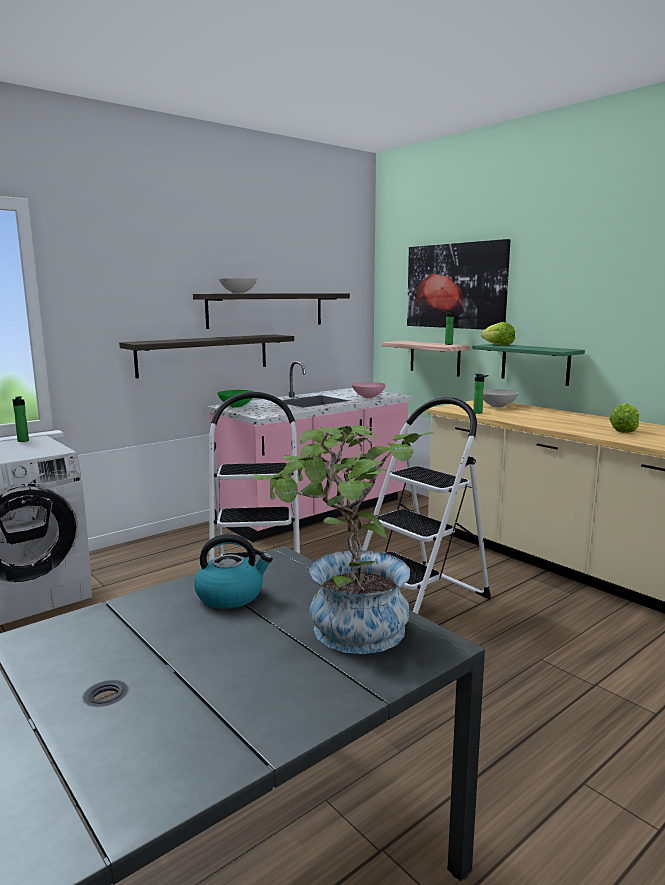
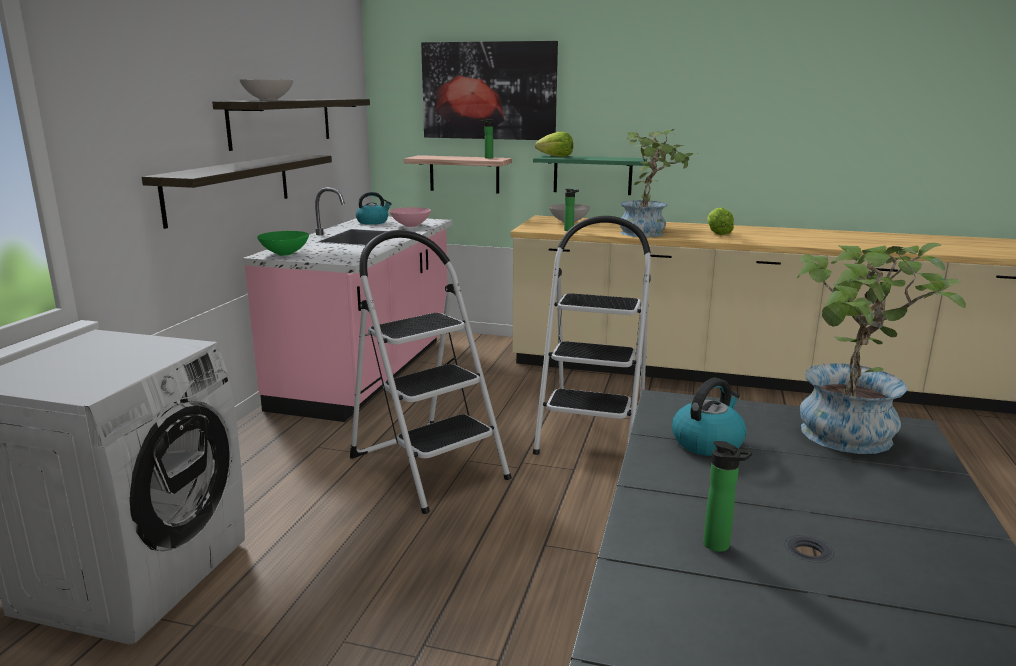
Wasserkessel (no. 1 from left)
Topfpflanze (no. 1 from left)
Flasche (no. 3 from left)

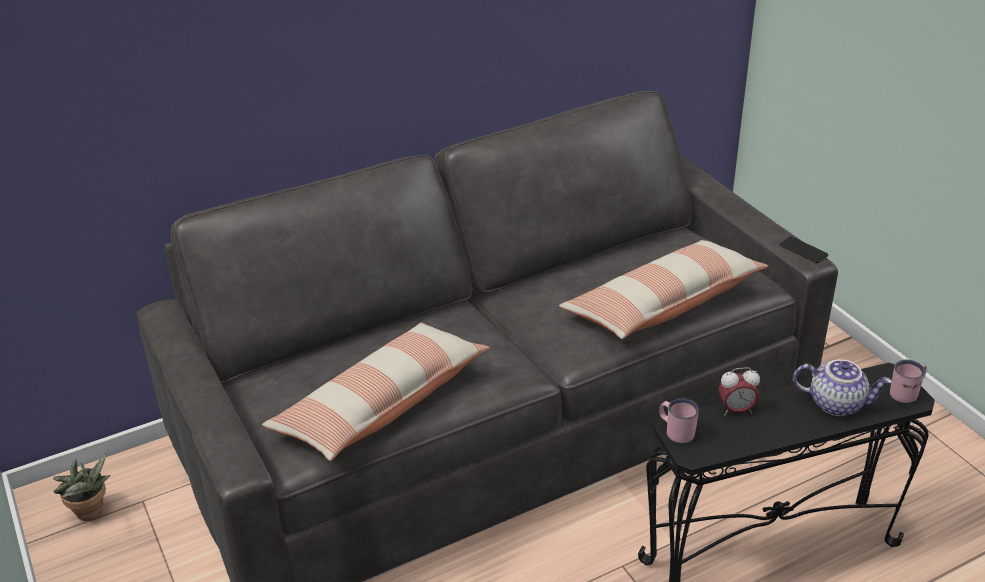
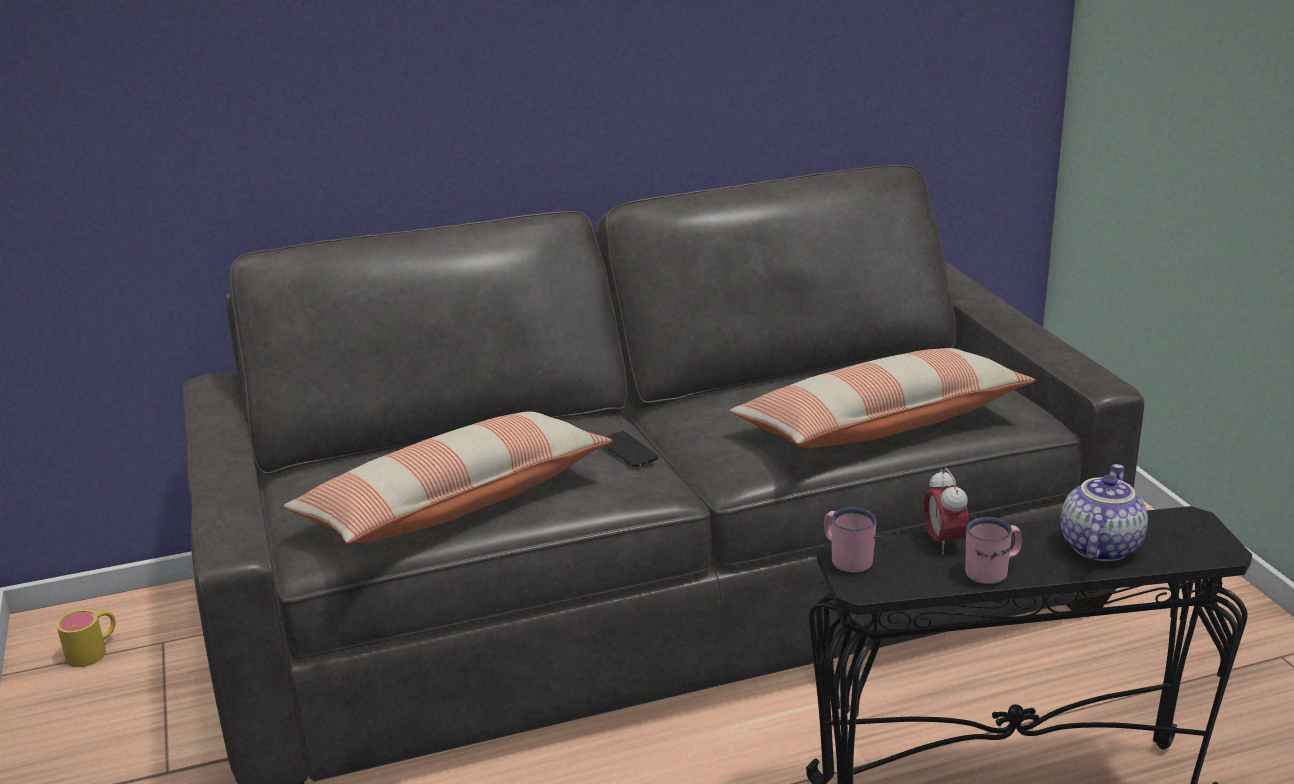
Henkelbecher/gelb
Handy
Wecker
Henkelbecher/rosa (no. 2 from left)
Teekanne

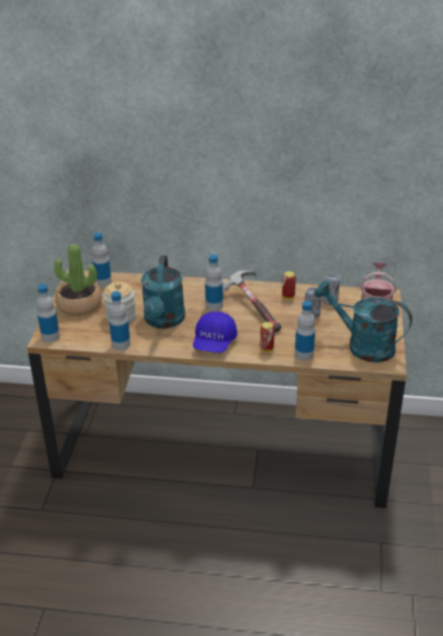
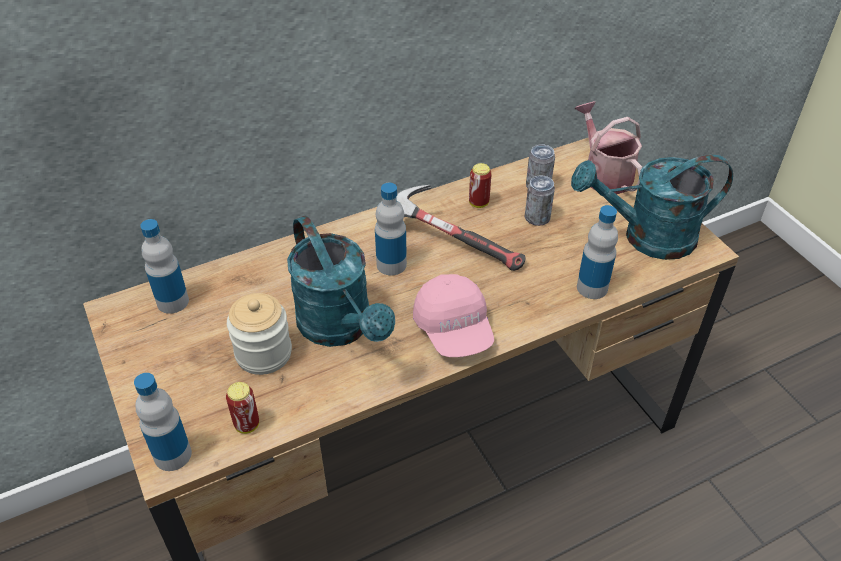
Dose (no. 1 from left)
Kappe/rosa
Topfpflanze
Flasche (no. 3 from left in the first image)

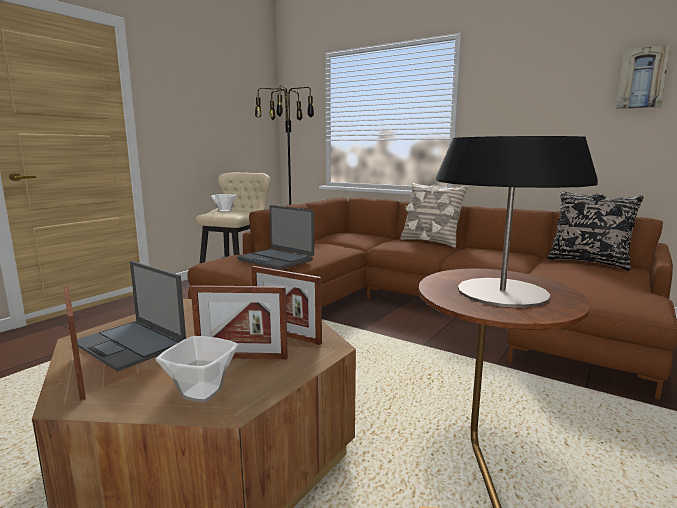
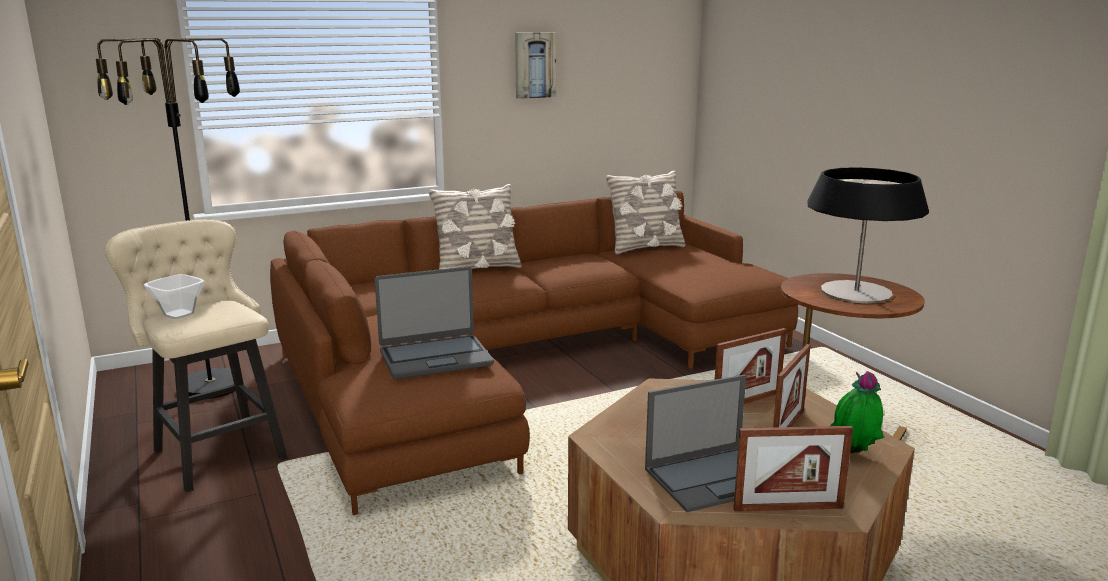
Bild
Kissen/beige (no. 2 from left)
Topfpflanze

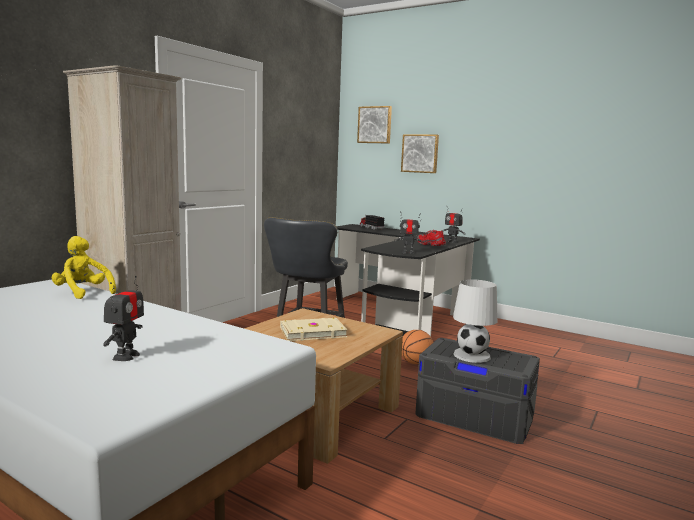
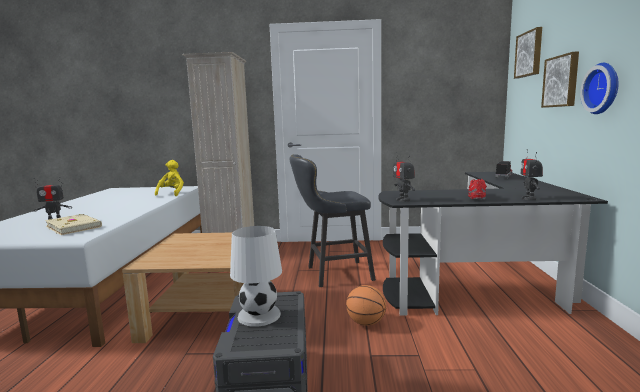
Buch/beige
Wanduhr

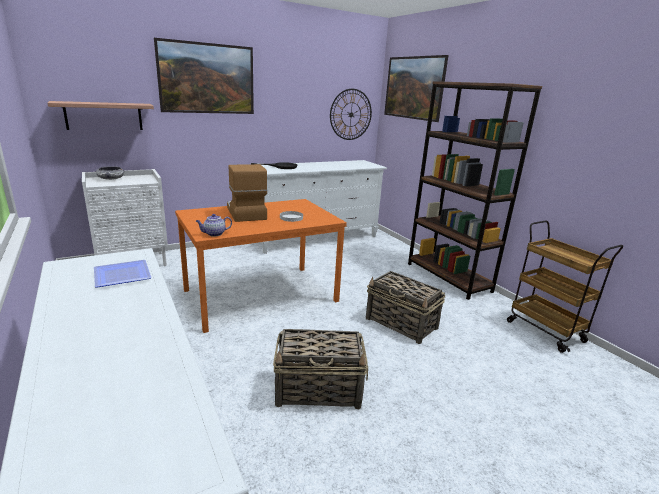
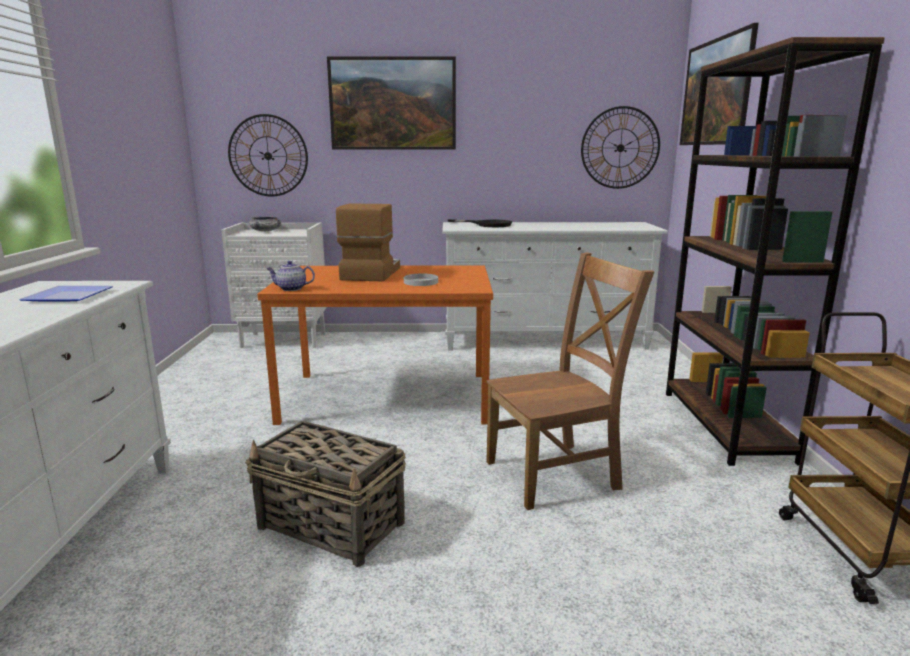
Wanduhr (no. 1 from left)
Stuhl/braun

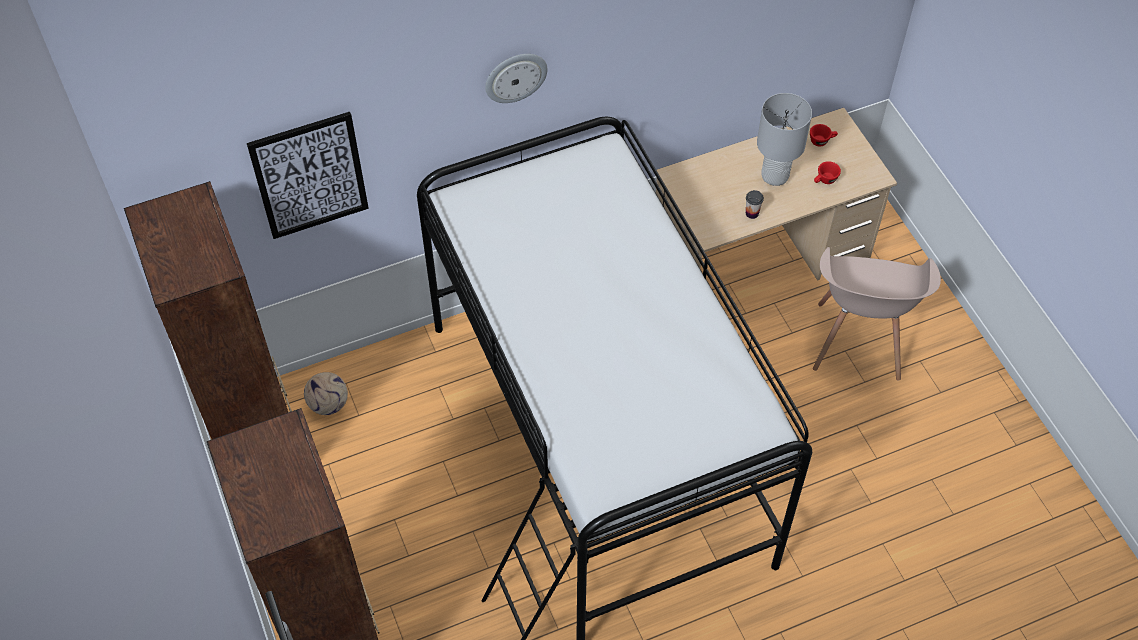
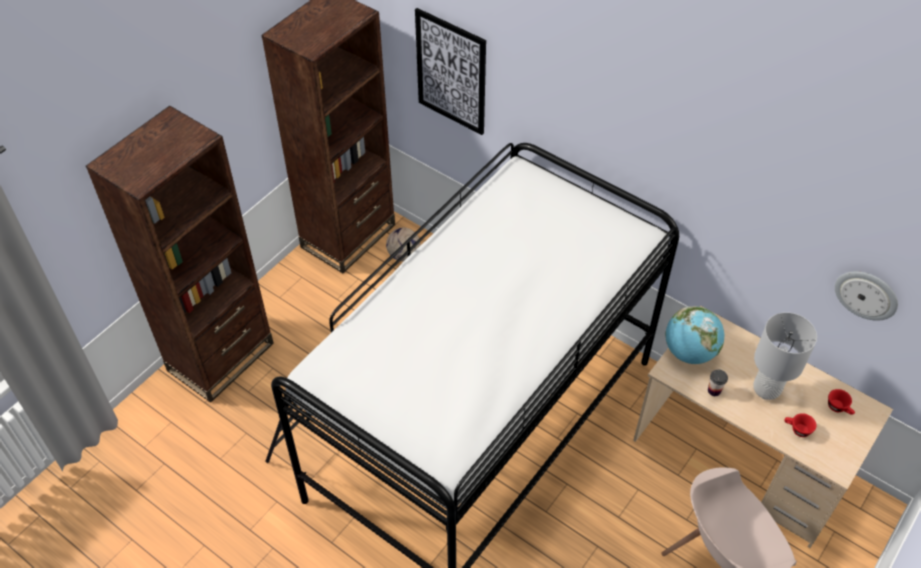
Globus
Wanduhr

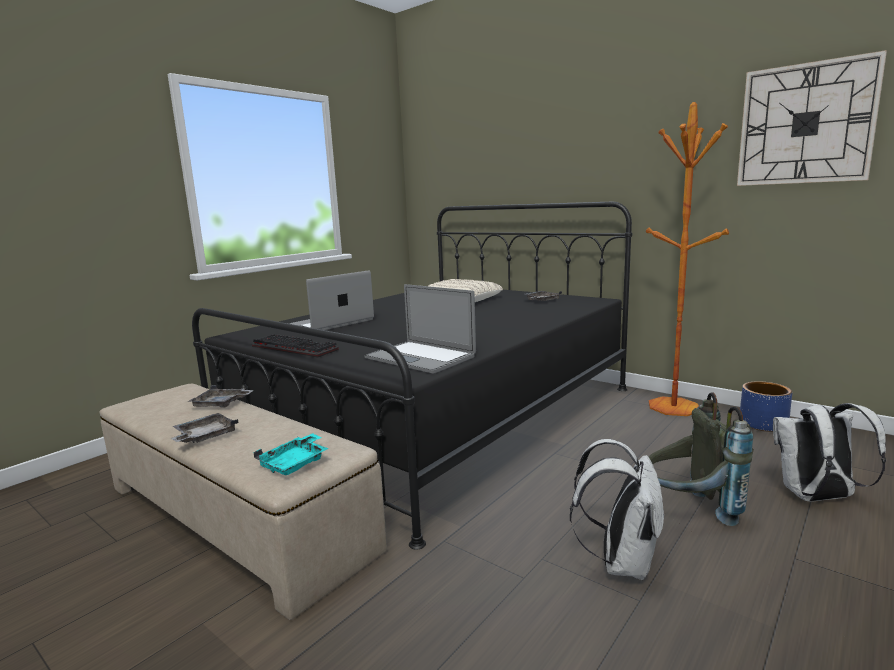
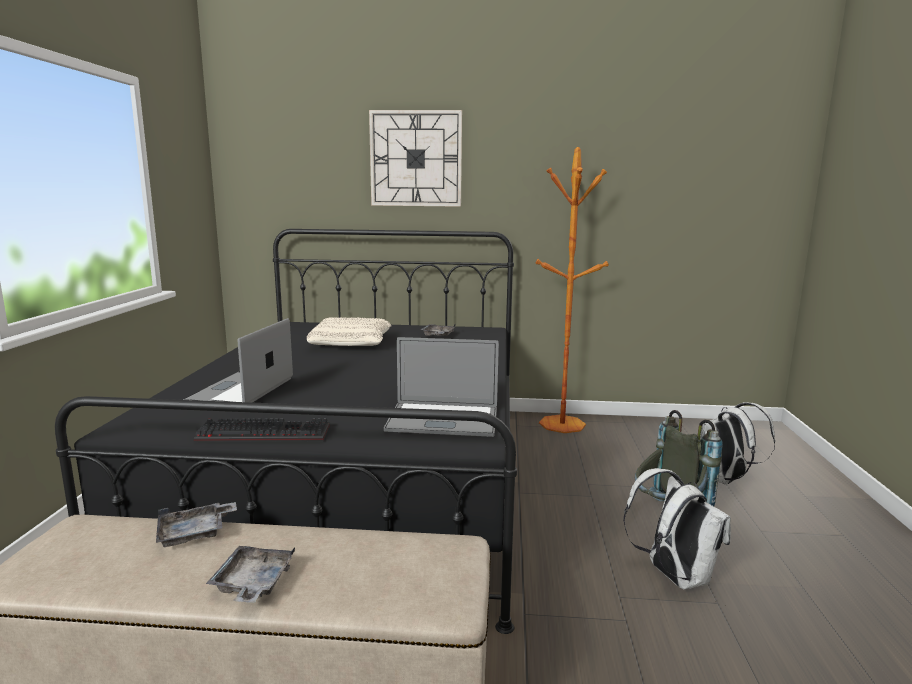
Wanduhr
Tablett/türkis
Pflanzkübel/blau

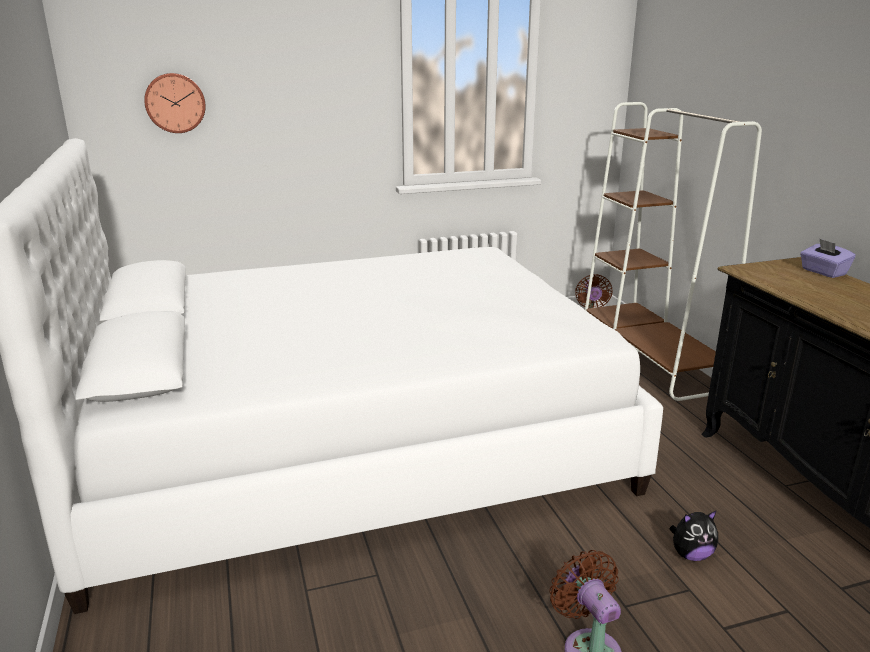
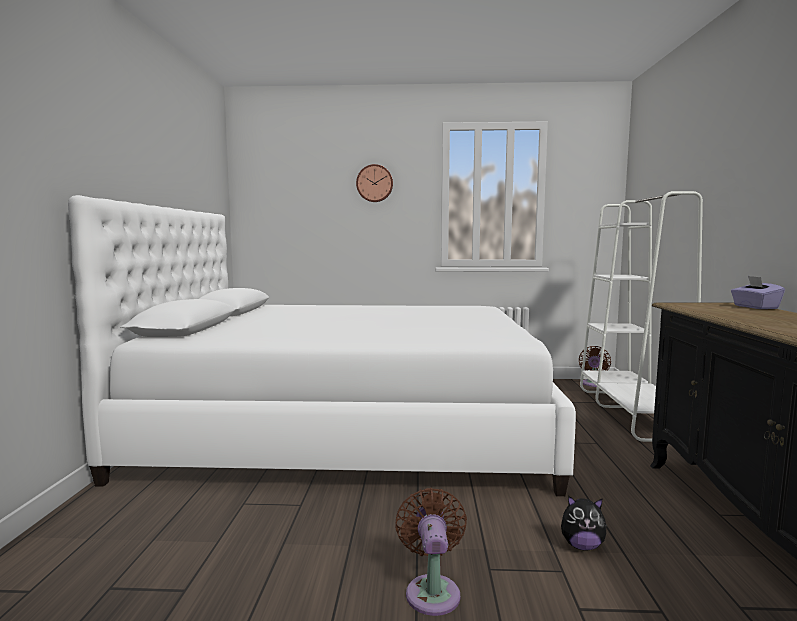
Wanduhr
Kleiderständer/weiß

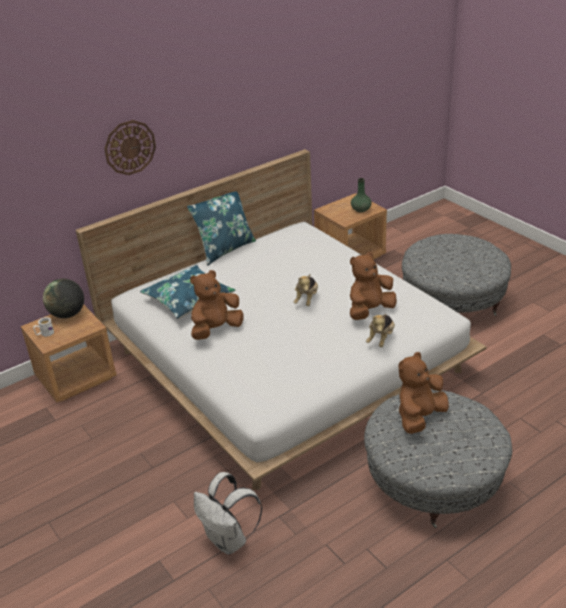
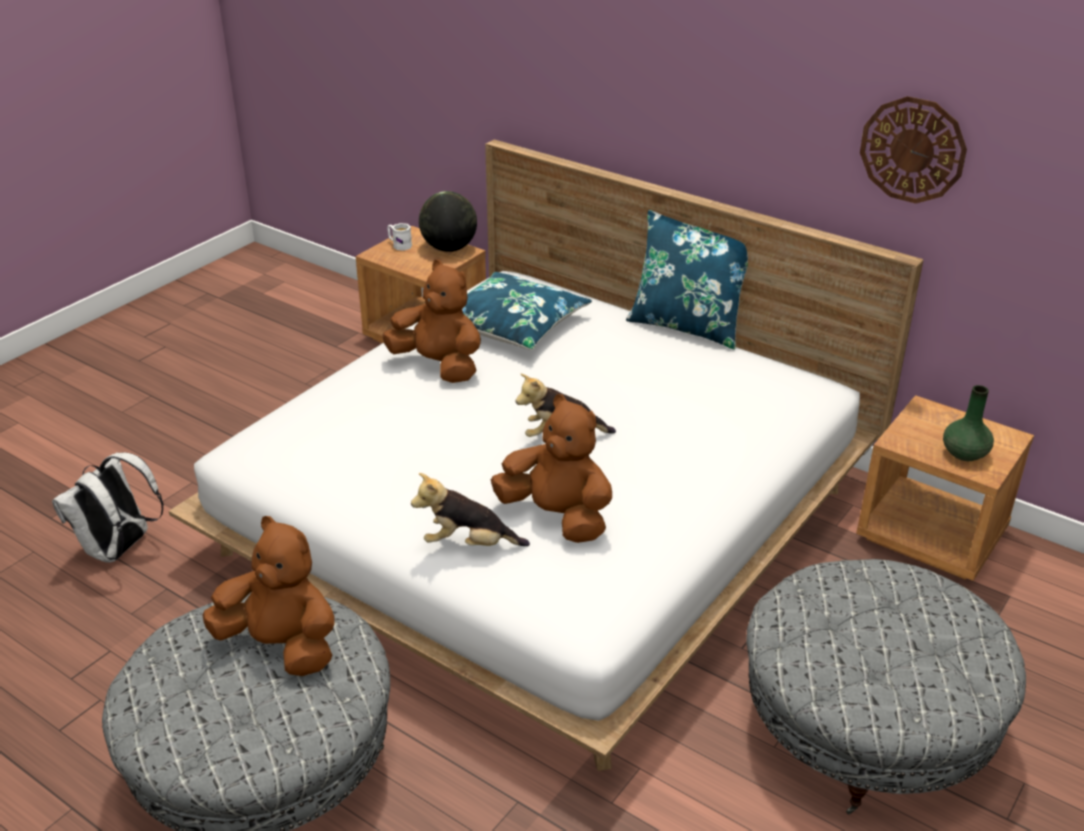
Wanduhr

